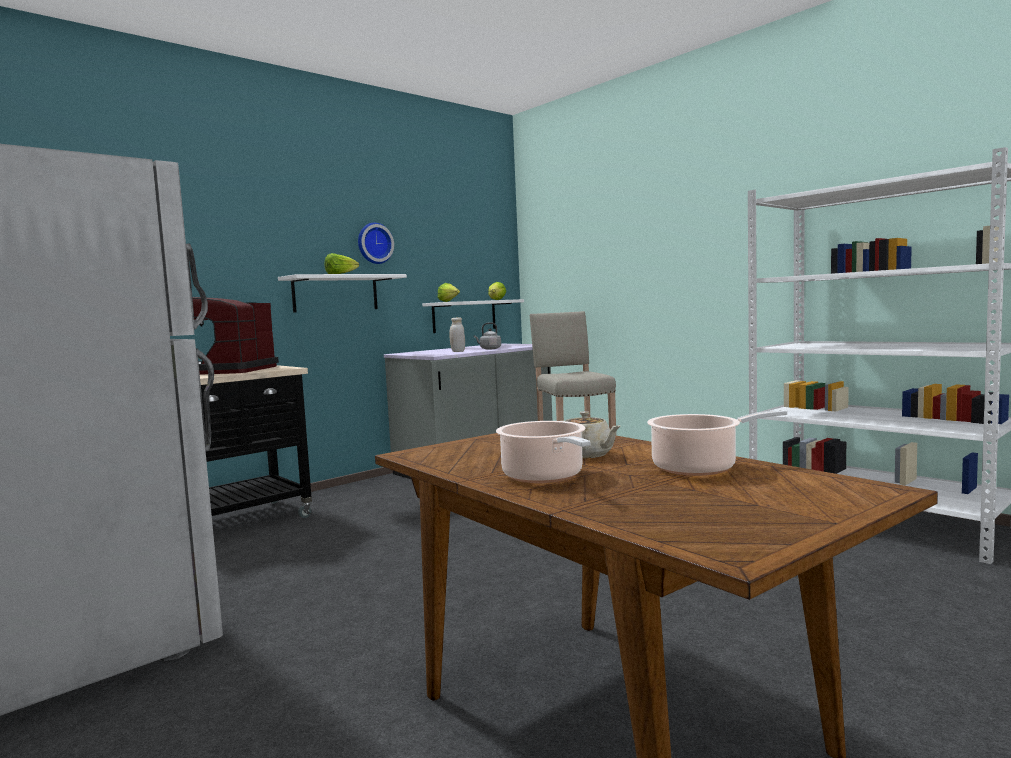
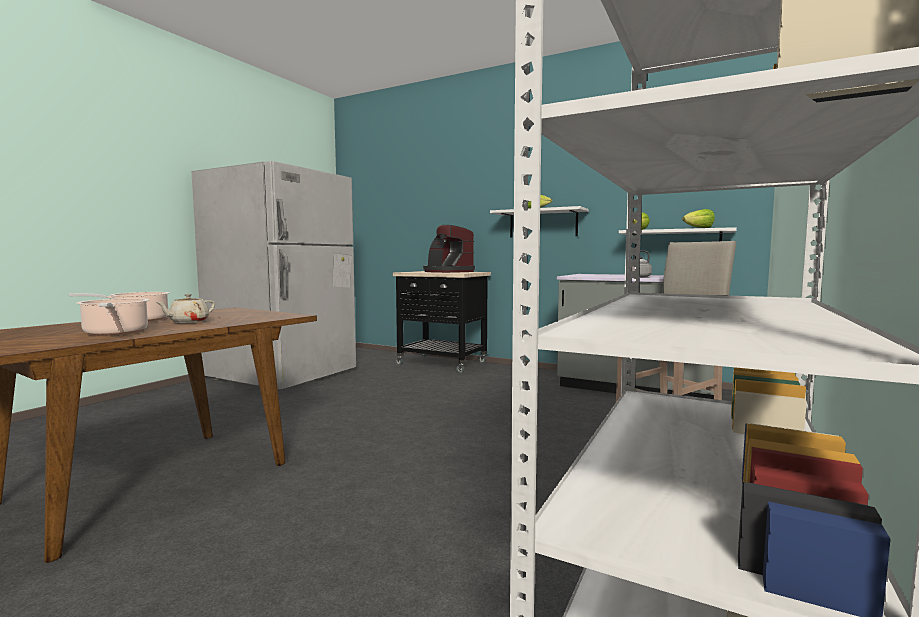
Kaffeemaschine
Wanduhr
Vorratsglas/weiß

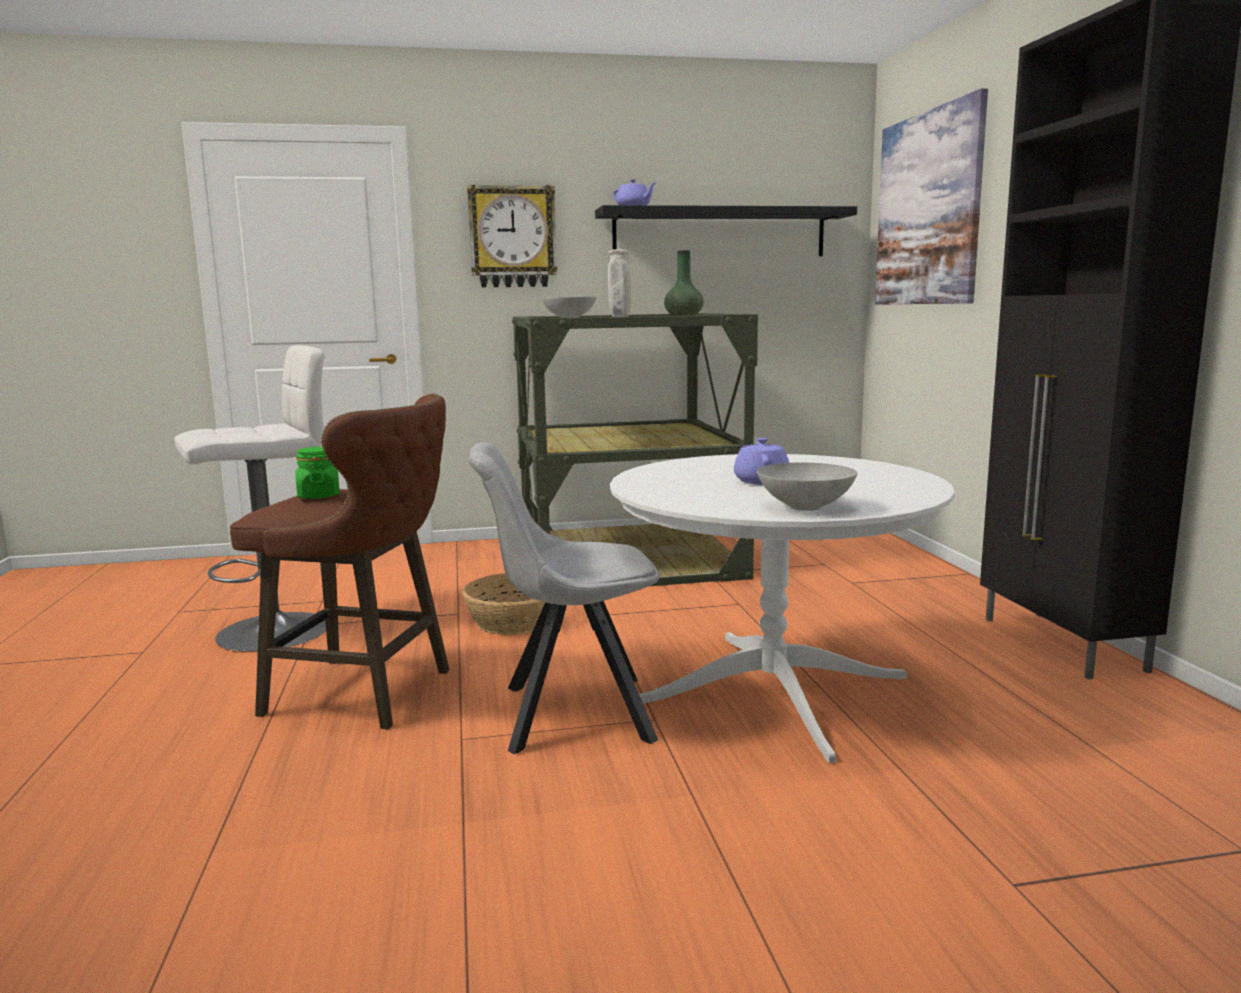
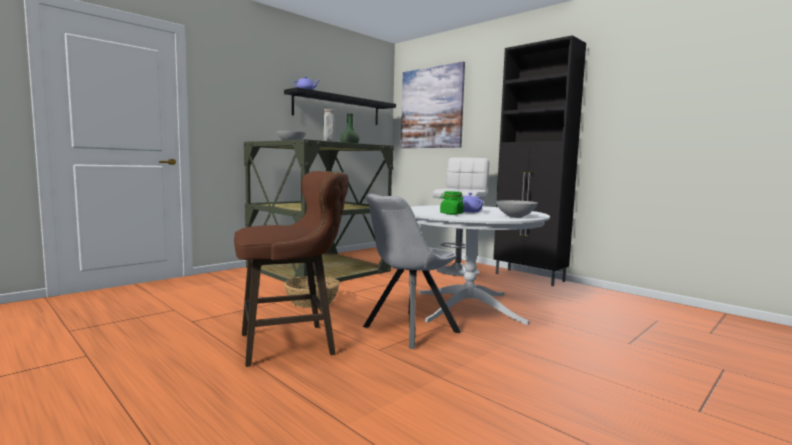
Hocker/weiß
Vorratsglas/grün
Wanduhr

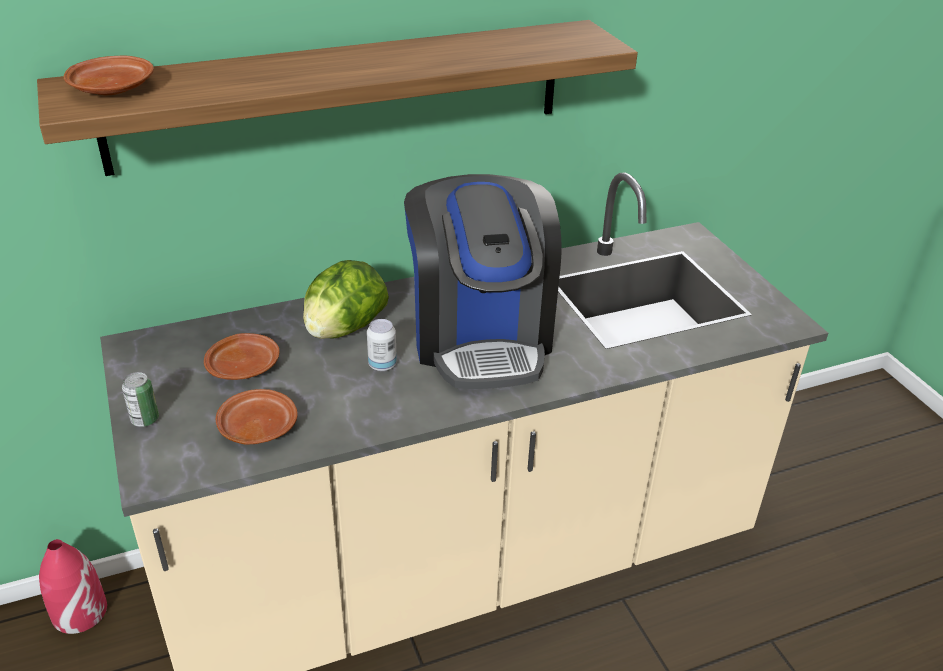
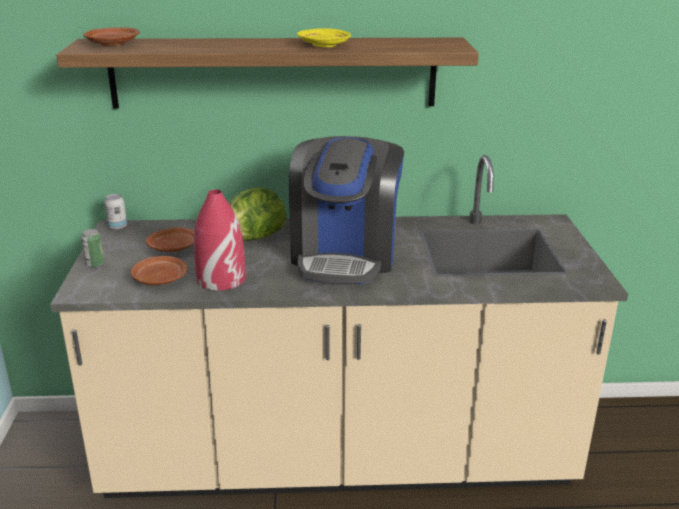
Dose (no. 2 from left)
Vase/rot
Teller/gelb

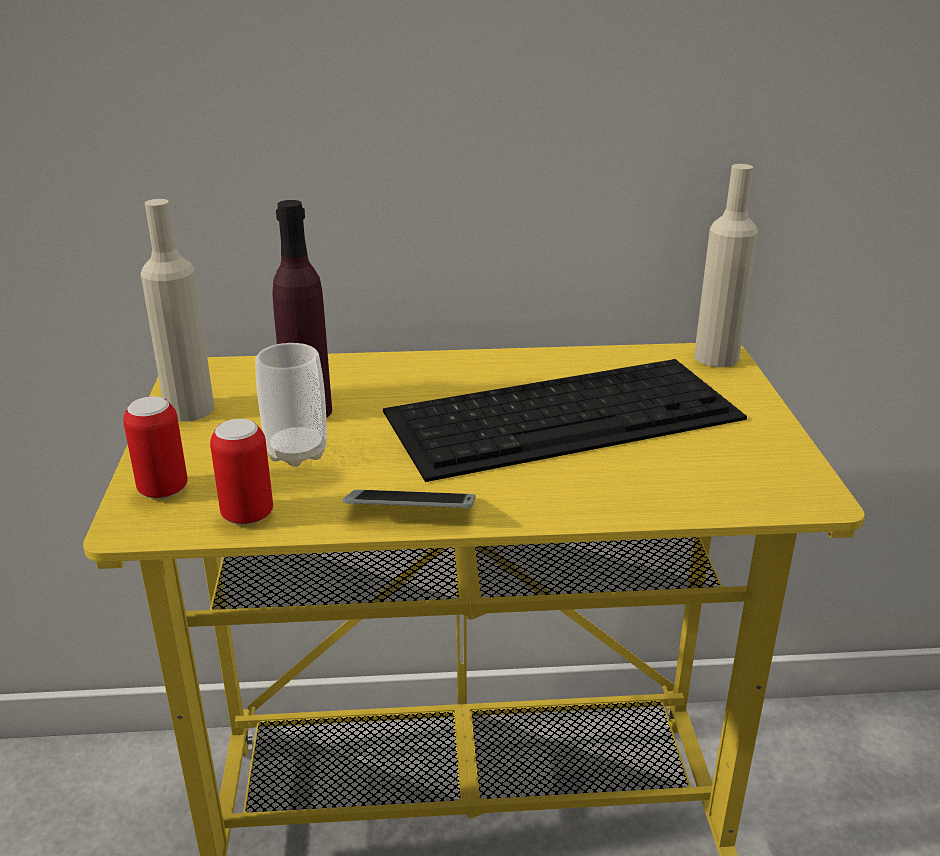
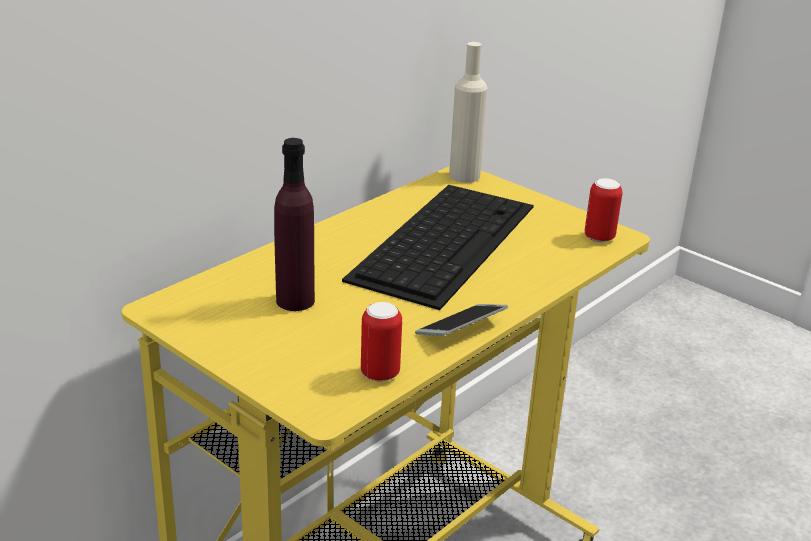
Dose (no. 2 from left)
Flasche/beige (no. 1 from left in the first image)
Tasse

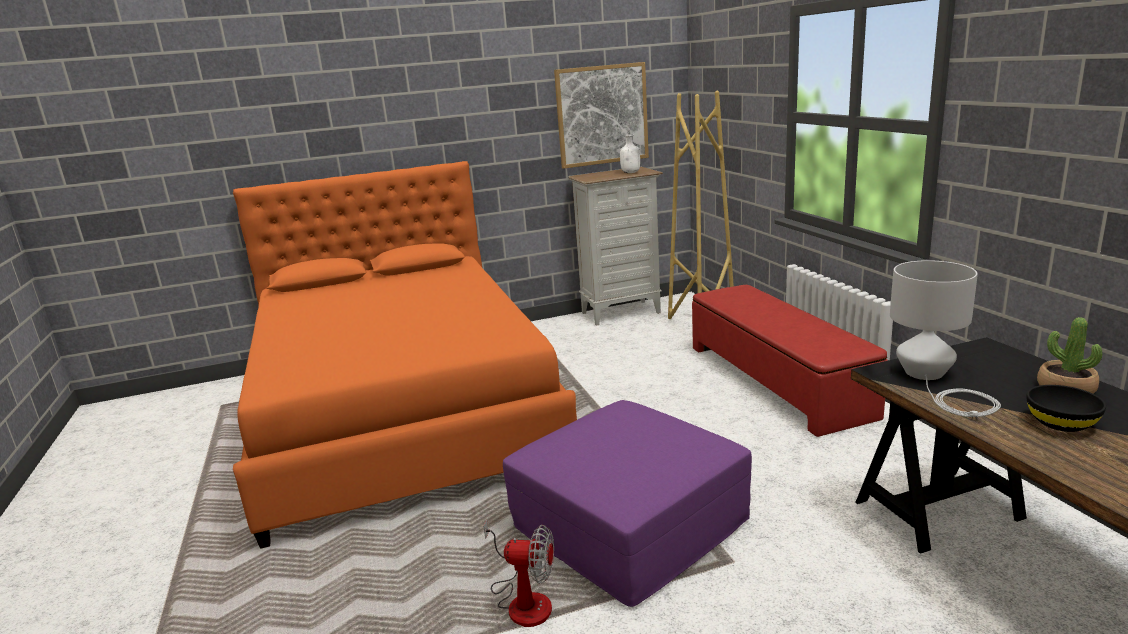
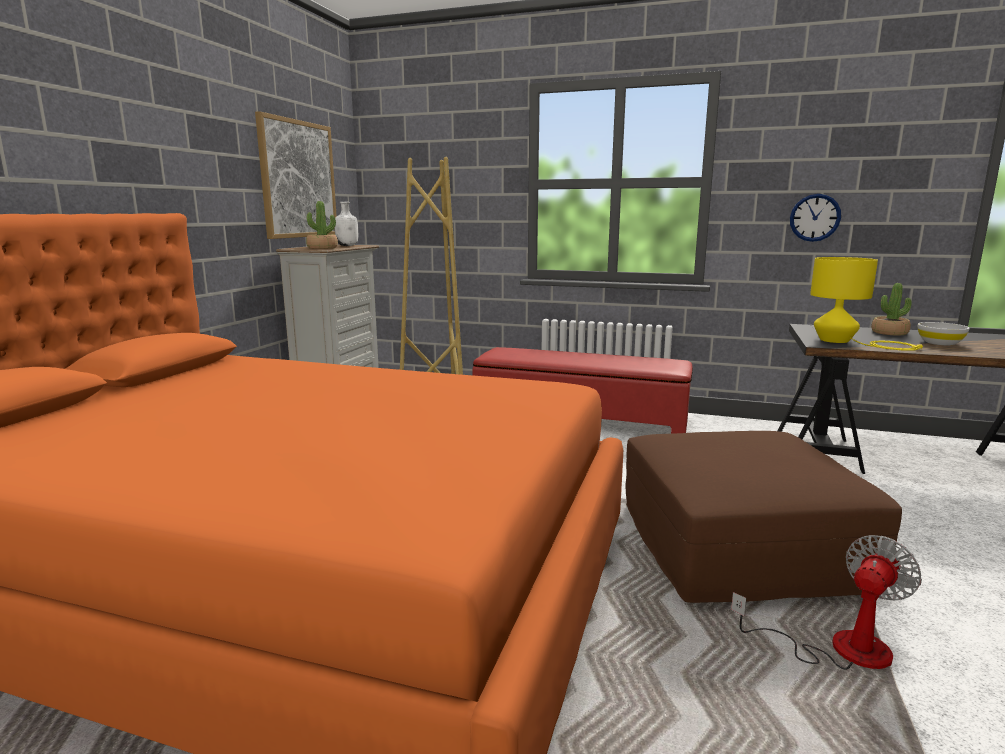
Topfpflanze (no. 1 from left)
Polsterhocker/braun
Wanduhr
Tischlampe/gelb
Schüssel/weiß

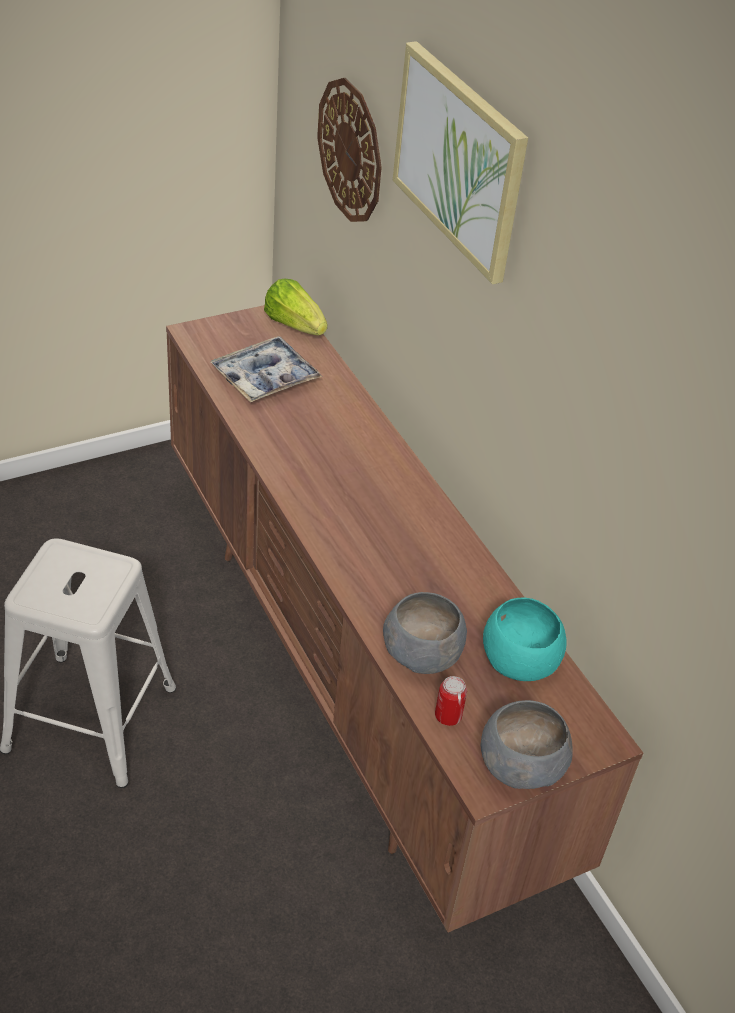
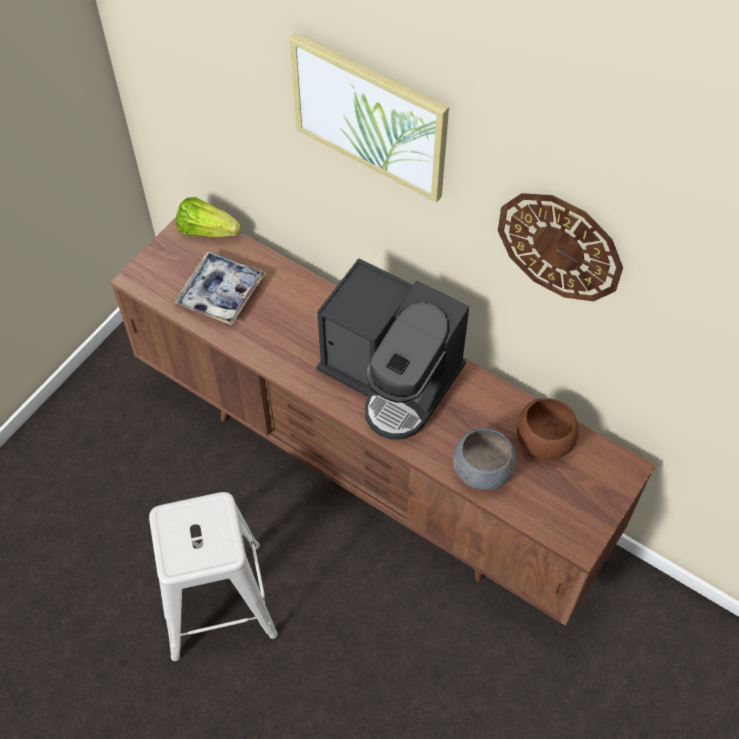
Kaffeemaschine
Wanduhr
Schüssel/braun
Dose
Schüssel/grau (no. 2 from left in the first image)

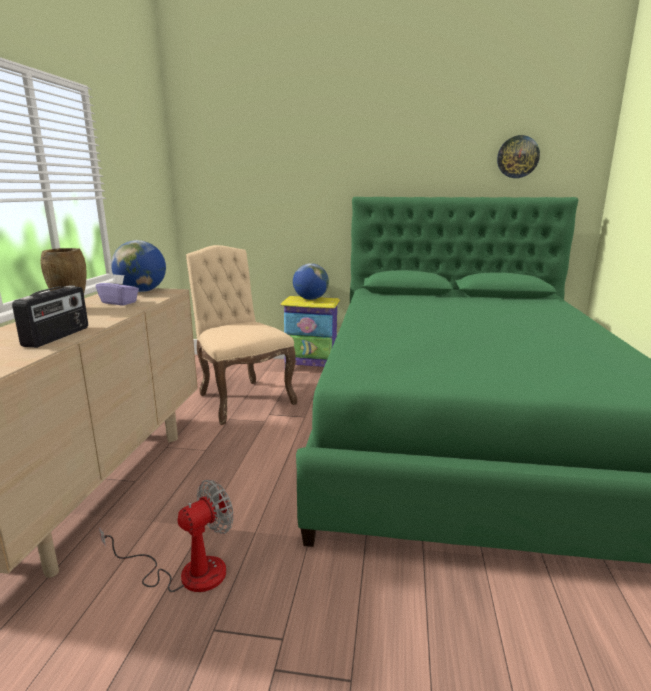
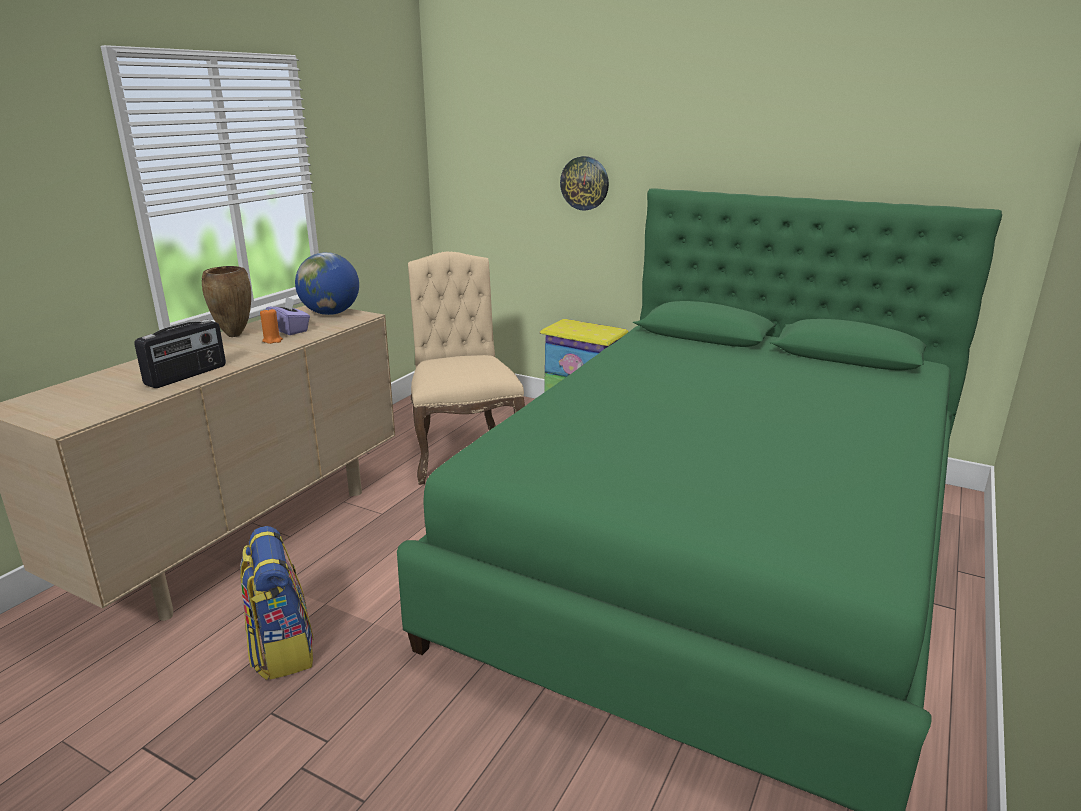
Rucksack
Kerze/orange
Wanduhr
Globus (no. 2 from left in the first image)

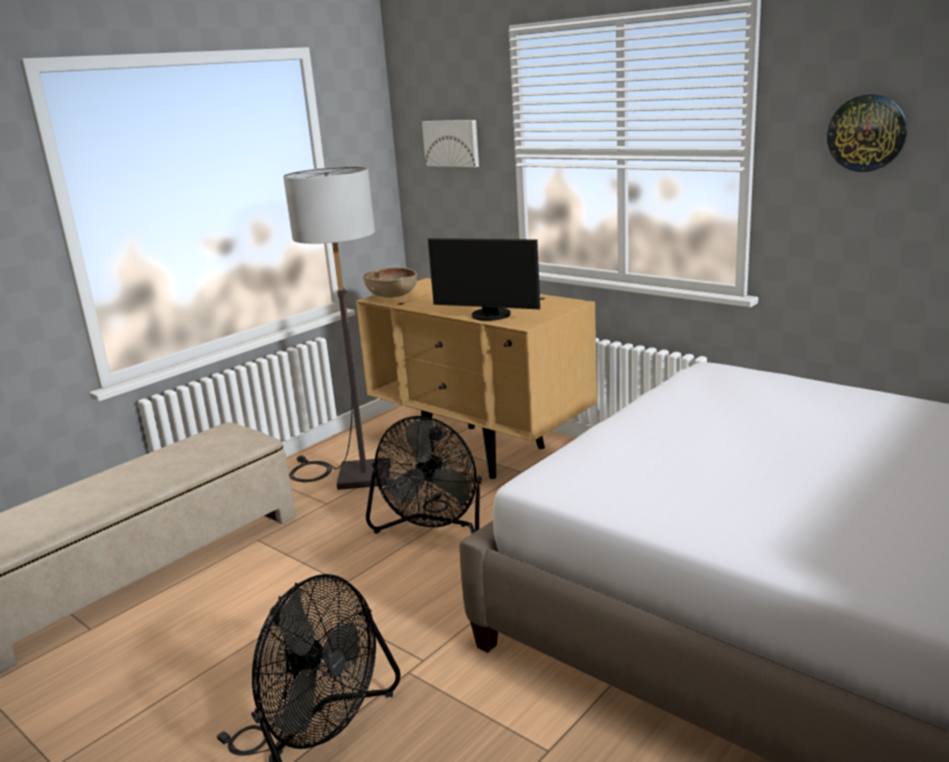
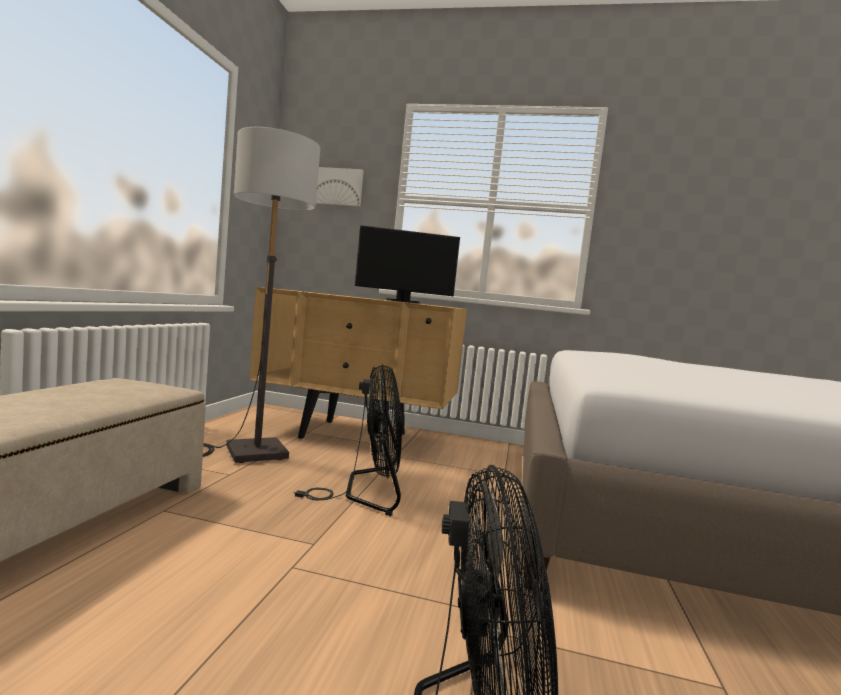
Ventilator/schwarz (no. 1 from left)
Schüssel/braun
Wanduhr

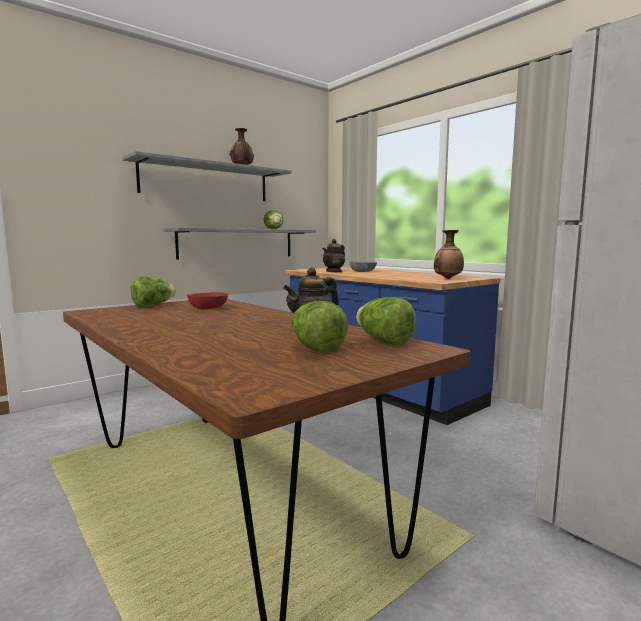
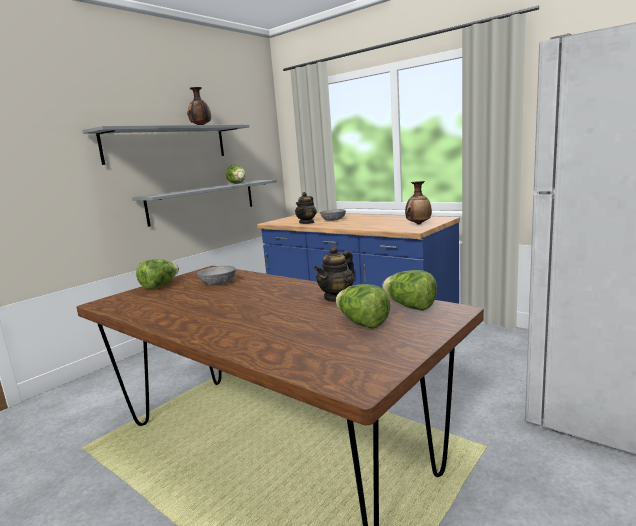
Schüssel/grau (no. 1 from left)

